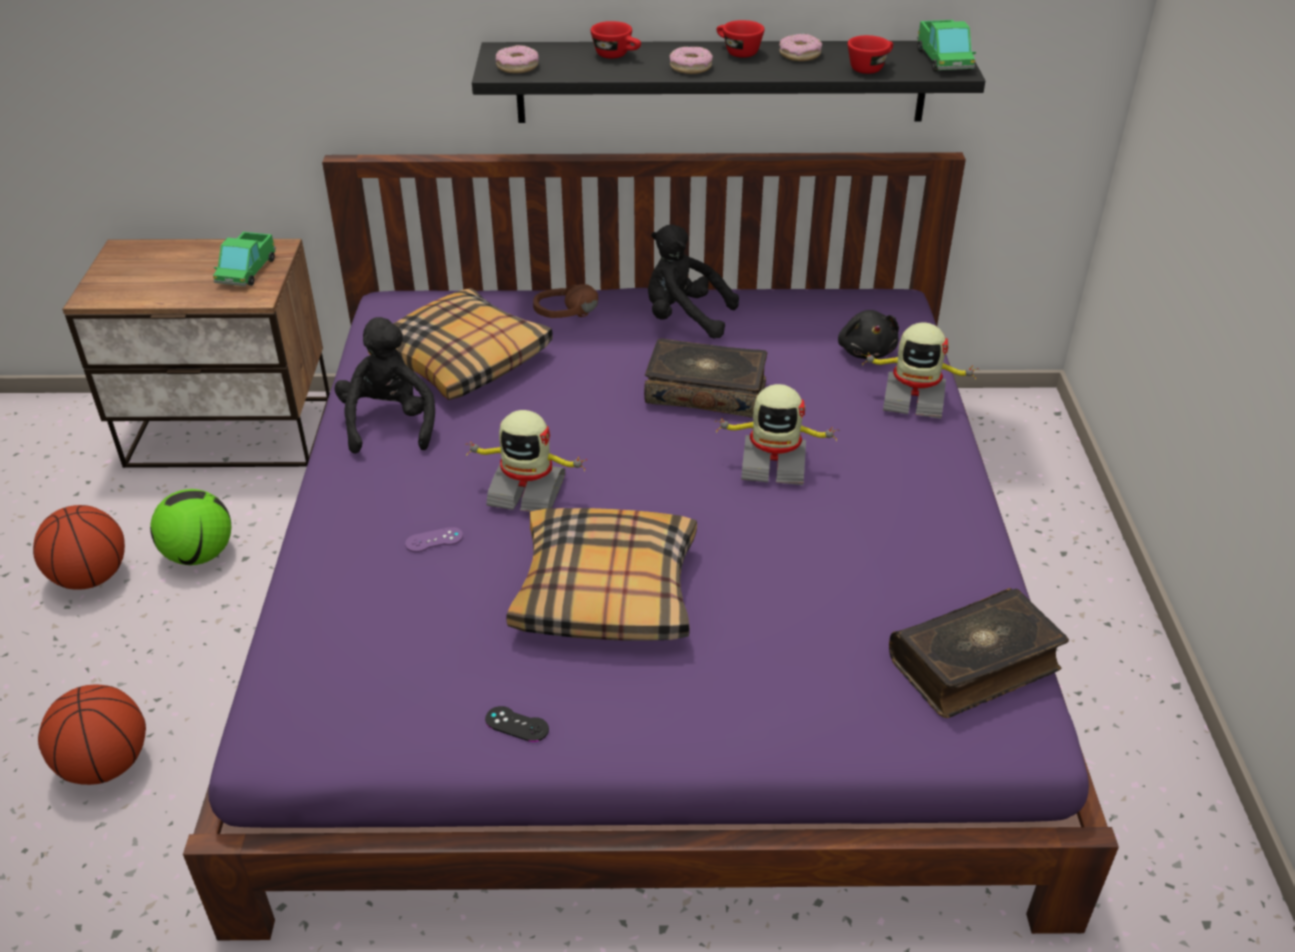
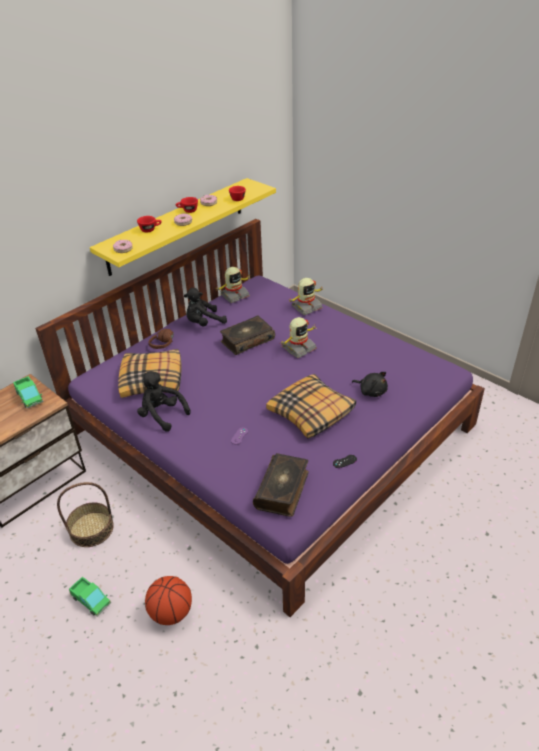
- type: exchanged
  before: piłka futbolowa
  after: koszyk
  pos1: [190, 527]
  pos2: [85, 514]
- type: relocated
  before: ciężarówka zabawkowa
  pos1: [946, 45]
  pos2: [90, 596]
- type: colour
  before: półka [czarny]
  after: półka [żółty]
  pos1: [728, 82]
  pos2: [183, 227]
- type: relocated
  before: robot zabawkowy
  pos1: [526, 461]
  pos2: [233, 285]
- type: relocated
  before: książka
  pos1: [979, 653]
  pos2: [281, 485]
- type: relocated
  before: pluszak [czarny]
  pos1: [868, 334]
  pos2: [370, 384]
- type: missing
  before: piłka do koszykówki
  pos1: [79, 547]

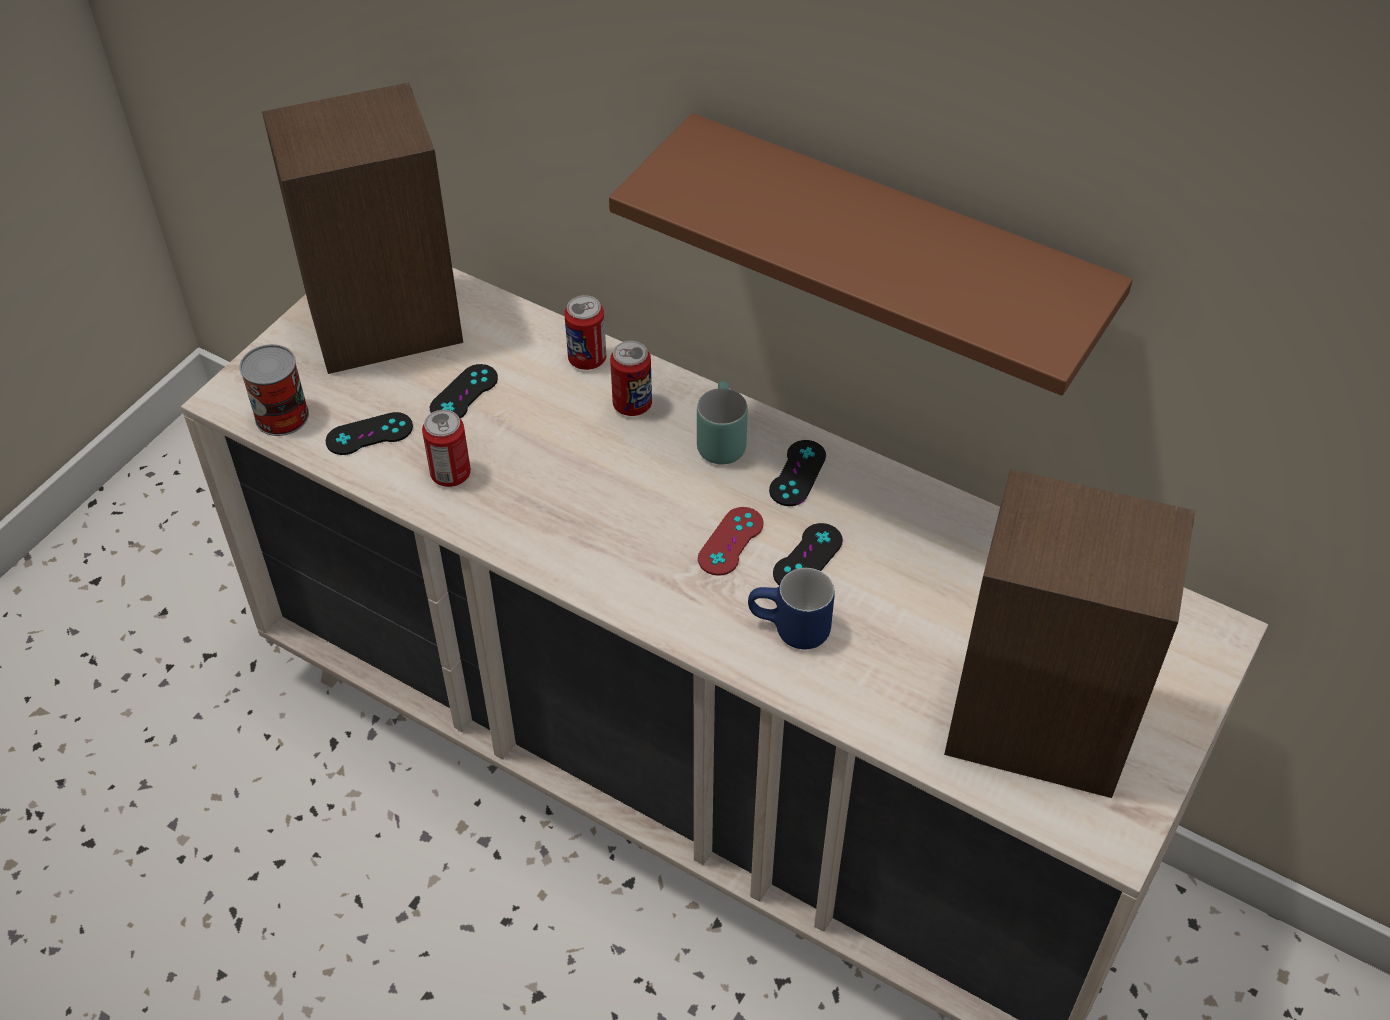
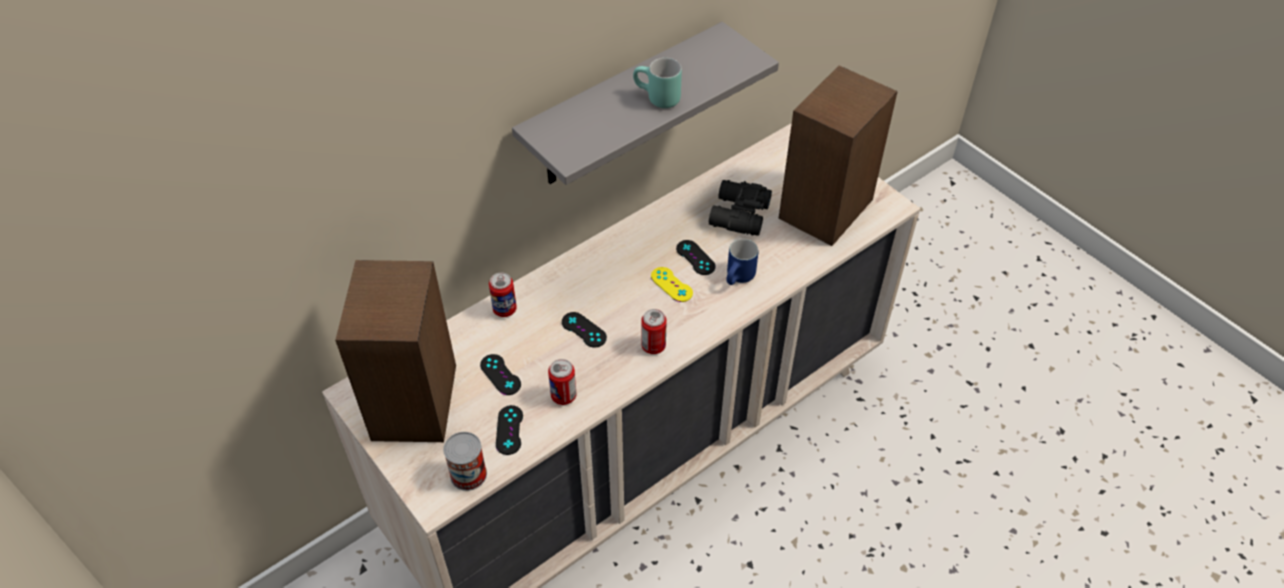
- type: colour
  before: półka [brązowy]
  after: półka [szary]
  pos1: [871, 254]
  pos2: [645, 103]
- type: relocated
  before: pad do gier [czarny]
  pos1: [797, 473]
  pos2: [584, 330]
- type: relocated
  before: kubek [turkusowy]
  pos1: [722, 423]
  pos2: [657, 83]
- type: relocated
  before: puszka
  pos1: [631, 378]
  pos2: [654, 331]
- type: colour
  before: pad do gier [czerwony]
  after: pad do gier [żółty]
  pos1: [731, 541]
  pos2: [672, 284]
- type: appeared
  after: lornetka [czarny]
  pos2: [740, 208]

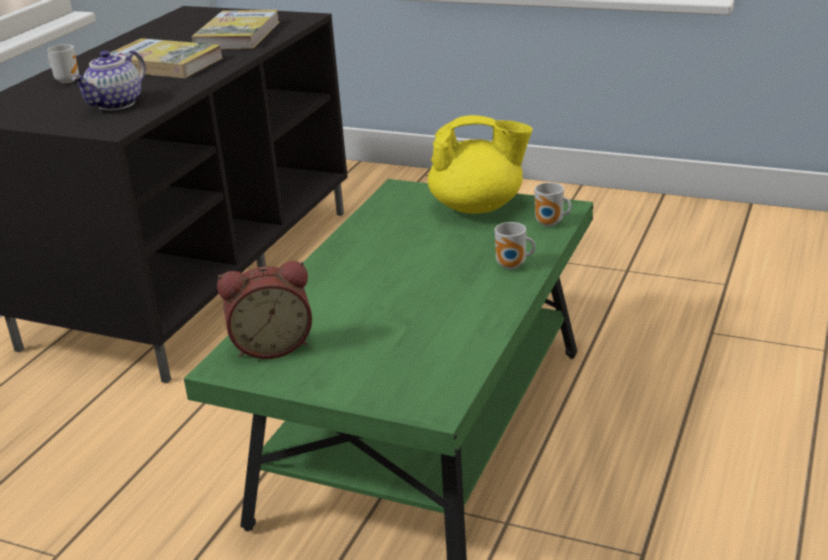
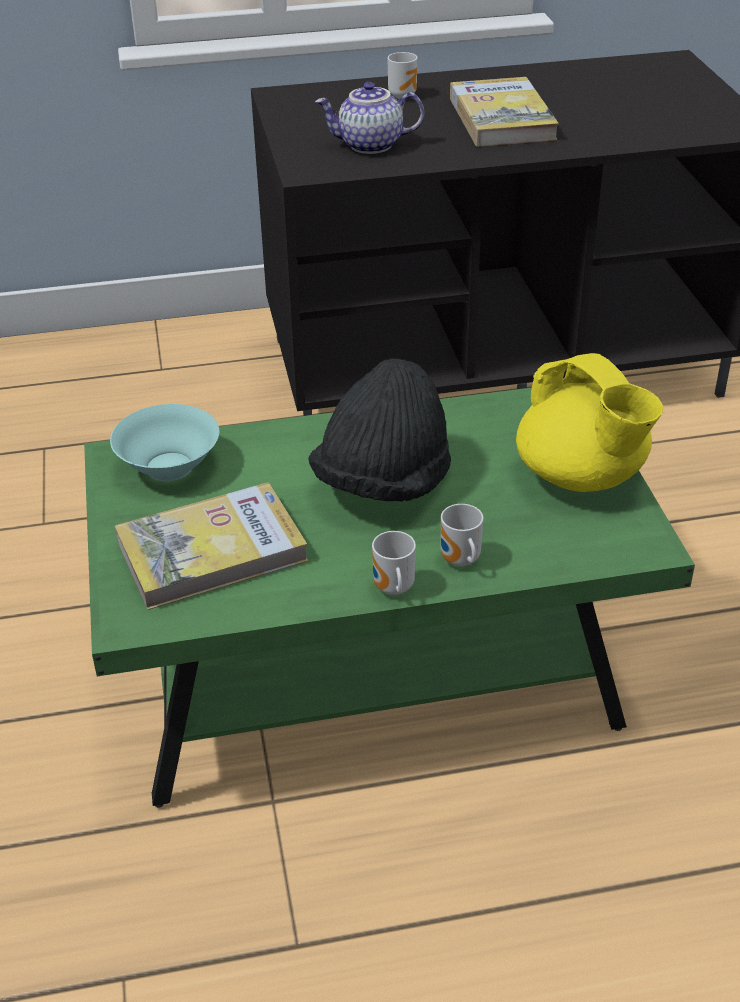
- type: exchanged
  before: budzik
  after: miska [turkusowy]
  pos1: [264, 310]
  pos2: [164, 442]
- type: relocated
  before: książka
  pos1: [236, 29]
  pos2: [211, 546]
- type: appeared
  after: kapelusz [czarny]
  pos2: [379, 429]
- type: relocated
  before: kubek
  pos1: [553, 205]
  pos2: [394, 563]

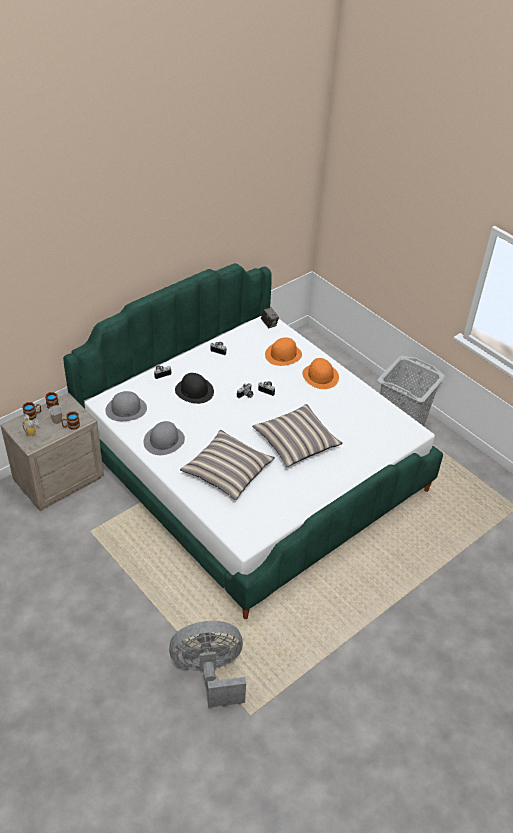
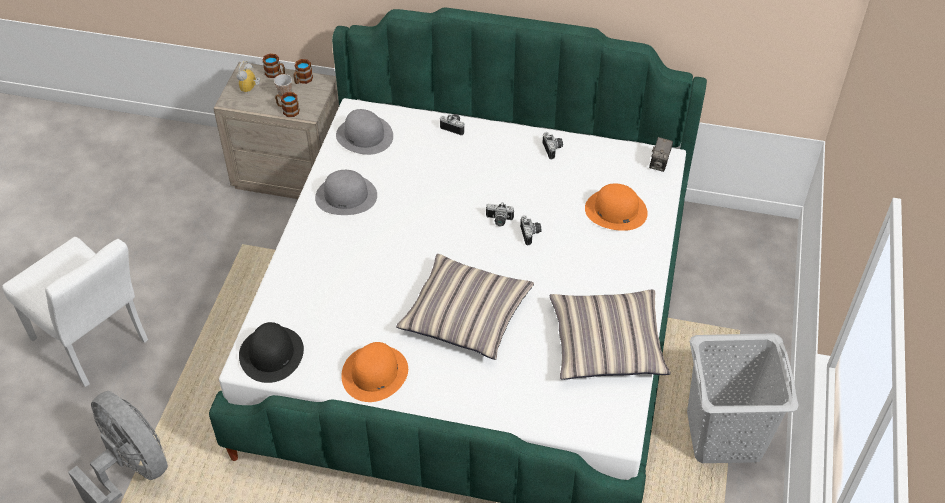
- type: appeared
  after: krzesło [biały]
  pos2: [75, 312]
- type: relocated
  before: kapelusz [czarny]
  pos1: [194, 388]
  pos2: [271, 352]
- type: relocated
  before: kapelusz [pomarańczowy]
  pos1: [320, 373]
  pos2: [374, 372]
- type: relocated
  before: poduszka
  pos1: [227, 465]
  pos2: [610, 335]

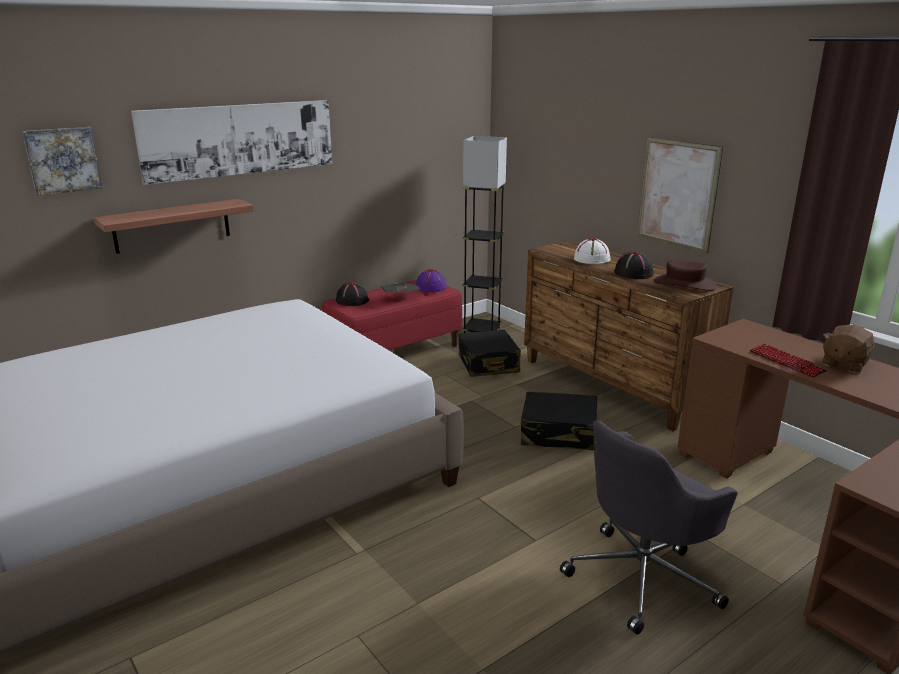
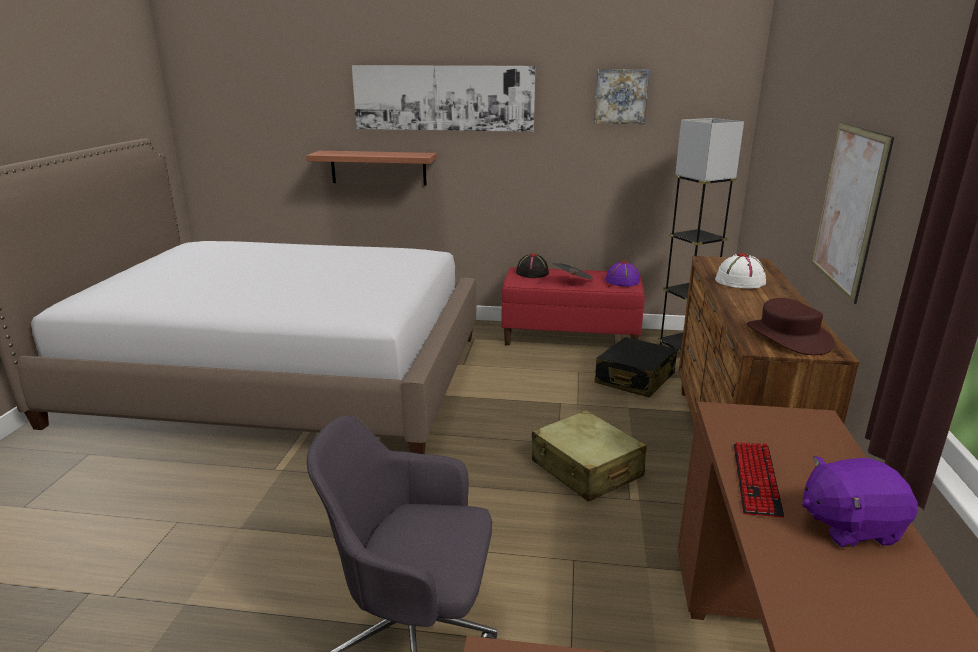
- type: colour
  before: walizka [czarny]
  after: walizka [beżowy]
  pos1: [560, 421]
  pos2: [589, 456]
- type: relocated
  before: obraz
  pos1: [62, 161]
  pos2: [622, 96]
- type: colour
  before: pluszak [brązowy]
  after: pluszak [fioletowy]
  pos1: [848, 349]
  pos2: [860, 502]
- type: missing
  before: kapelusz [czarny]
  pos1: [634, 265]

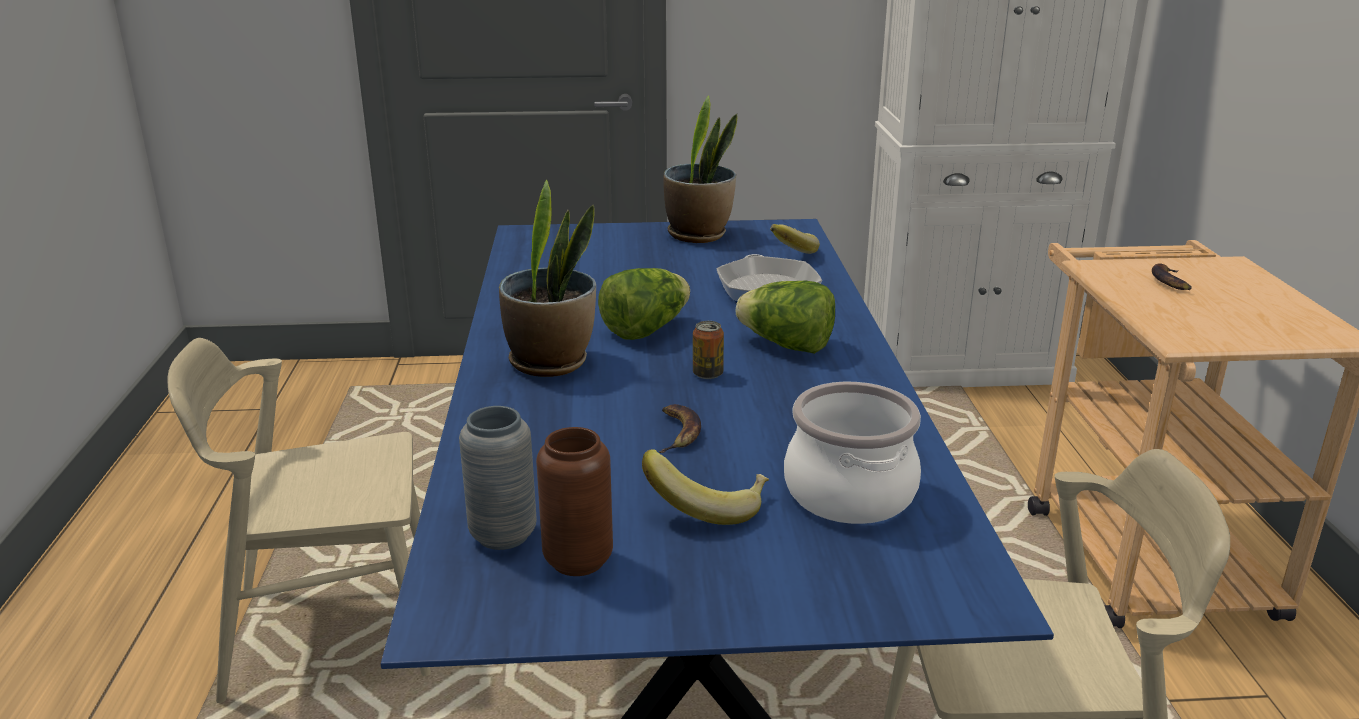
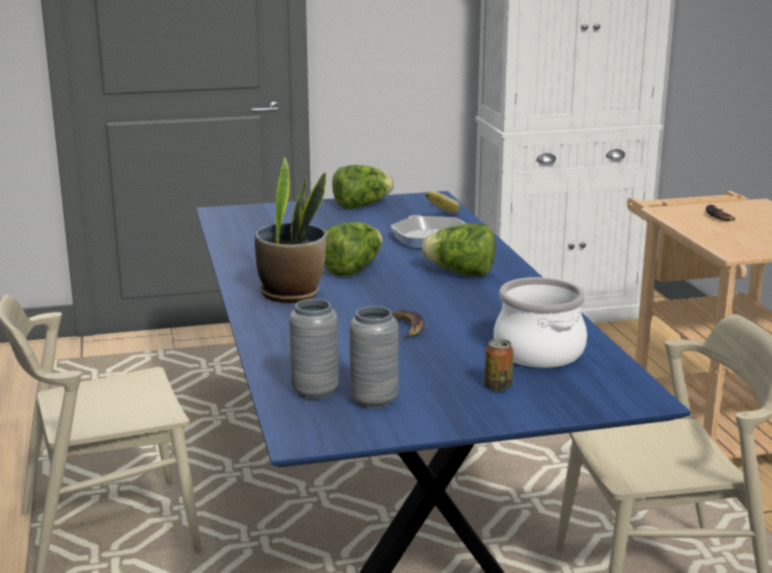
- type: exchanged
  before: roślina doniczkowa
  after: sałata
  pos1: [700, 169]
  pos2: [363, 187]
- type: colour
  before: wazon [brązowy]
  after: wazon [szary]
  pos1: [574, 501]
  pos2: [373, 357]
- type: relocated
  before: puszka
  pos1: [708, 350]
  pos2: [499, 365]
- type: missing
  before: banan
  pos1: [705, 487]

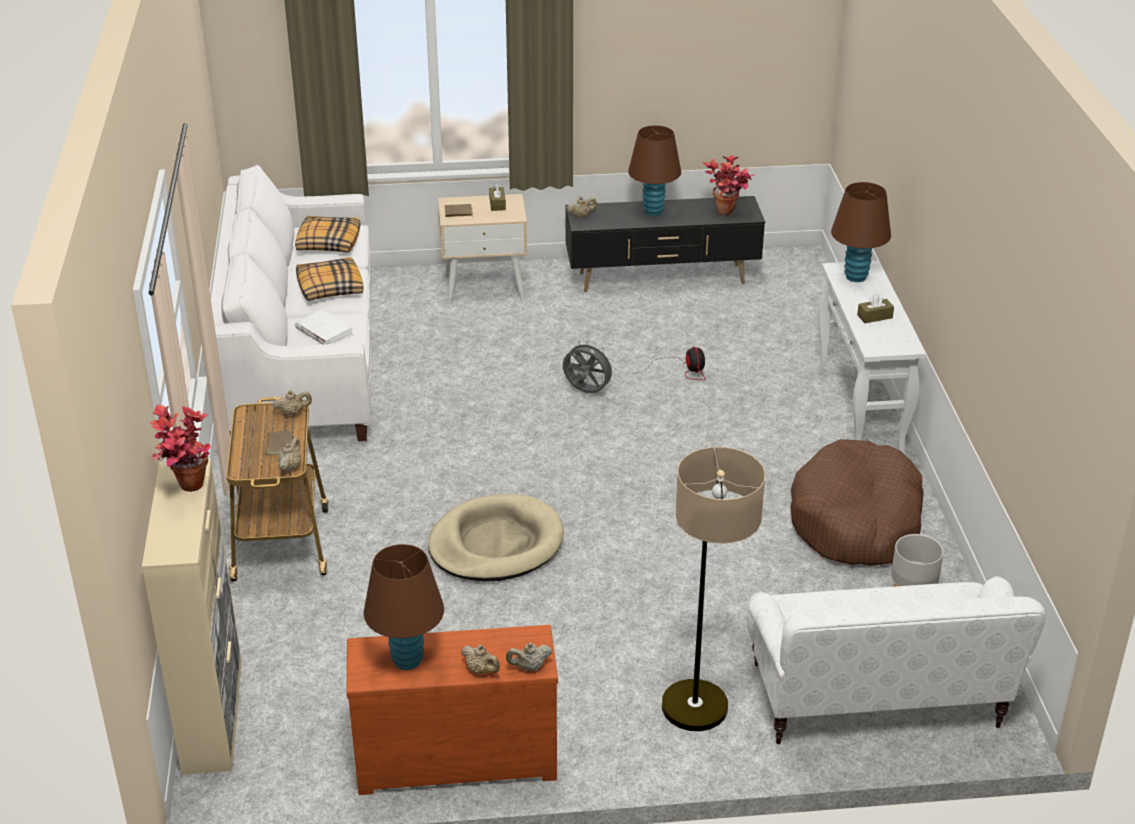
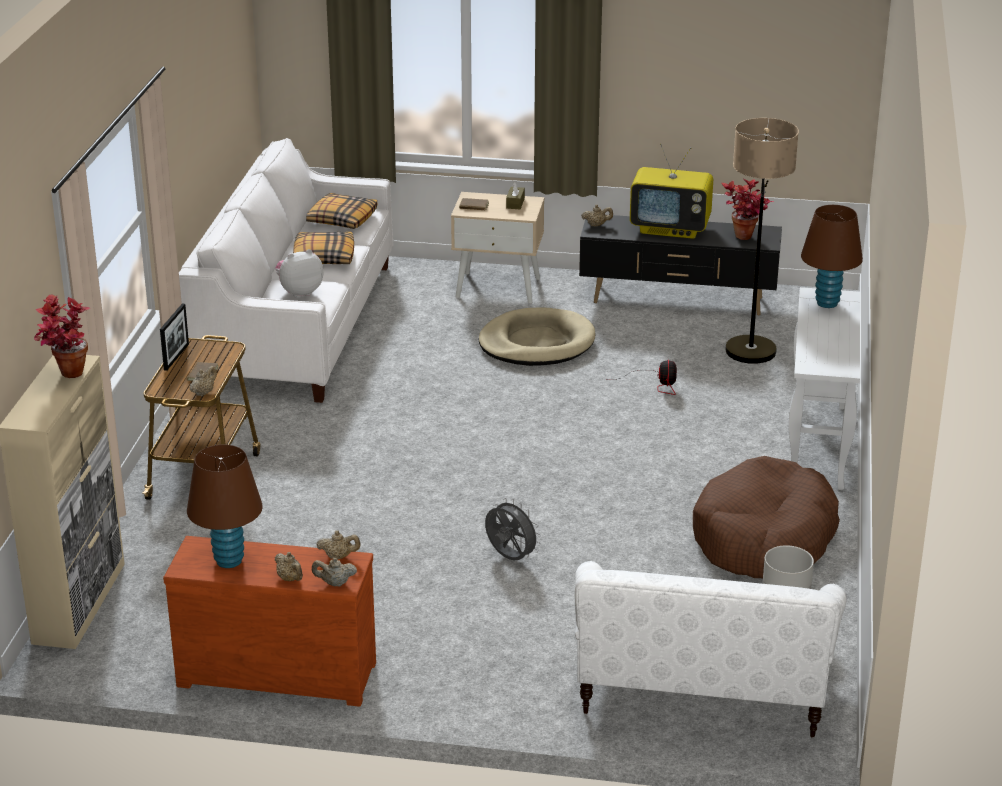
- type: appeared
  after: ramka na zdjęcie
  pos2: [174, 337]
- type: exchanged
  before: książka [biały]
  after: pluszak
  pos1: [324, 327]
  pos2: [299, 273]
- type: relocated
  before: imbryk [beżowy]
  pos1: [292, 403]
  pos2: [338, 545]
- type: relocated
  before: legowisko [beżowy]
  pos1: [496, 538]
  pos2: [536, 337]
- type: relocated
  before: wentylator [szary]
  pos1: [589, 367]
  pos2: [513, 529]
- type: exchanged
  before: lampa stołowa [brązowy]
  after: telewizor
  pos1: [654, 170]
  pos2: [671, 191]
- type: relocated
  before: lampa stojąca
  pos1: [714, 589]
  pos2: [762, 241]
- type: missing
  before: pudełko chusteczek [brązowy]
  pos1: [875, 308]

